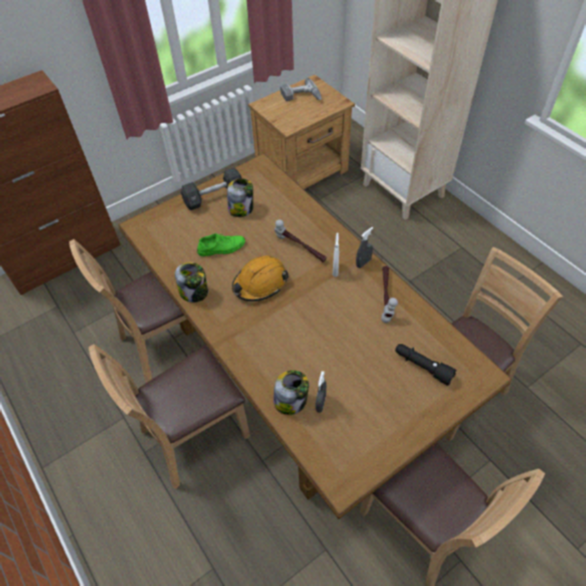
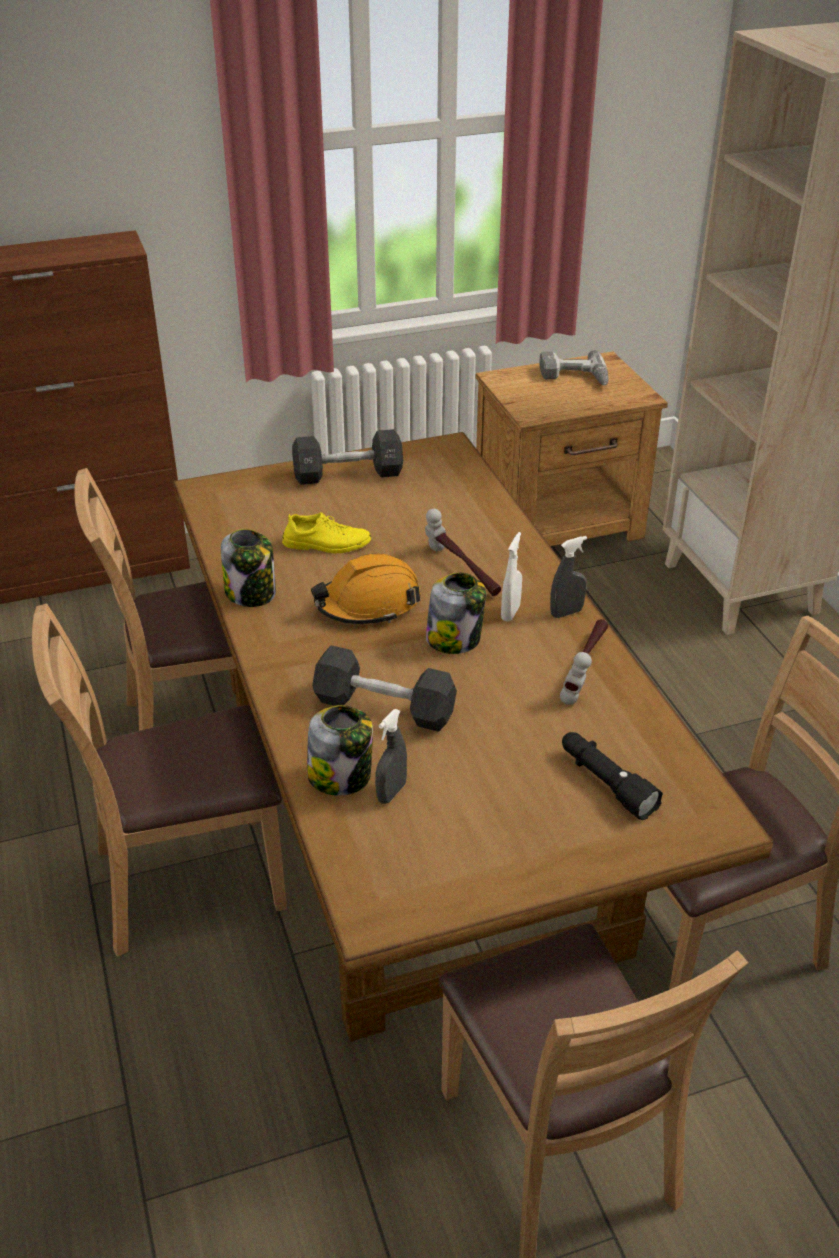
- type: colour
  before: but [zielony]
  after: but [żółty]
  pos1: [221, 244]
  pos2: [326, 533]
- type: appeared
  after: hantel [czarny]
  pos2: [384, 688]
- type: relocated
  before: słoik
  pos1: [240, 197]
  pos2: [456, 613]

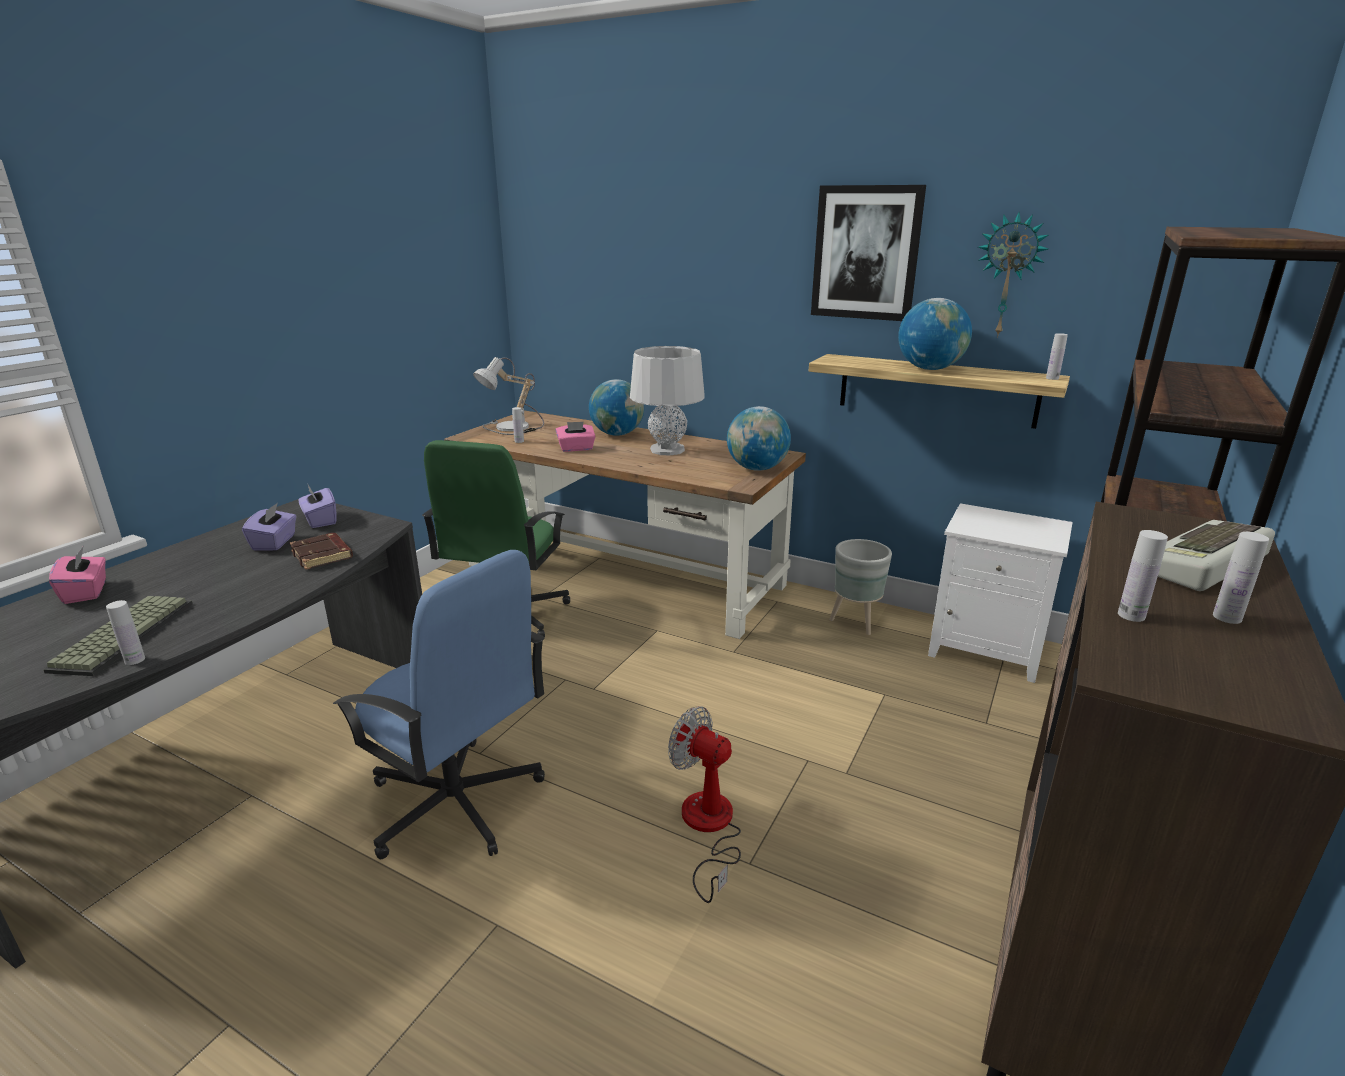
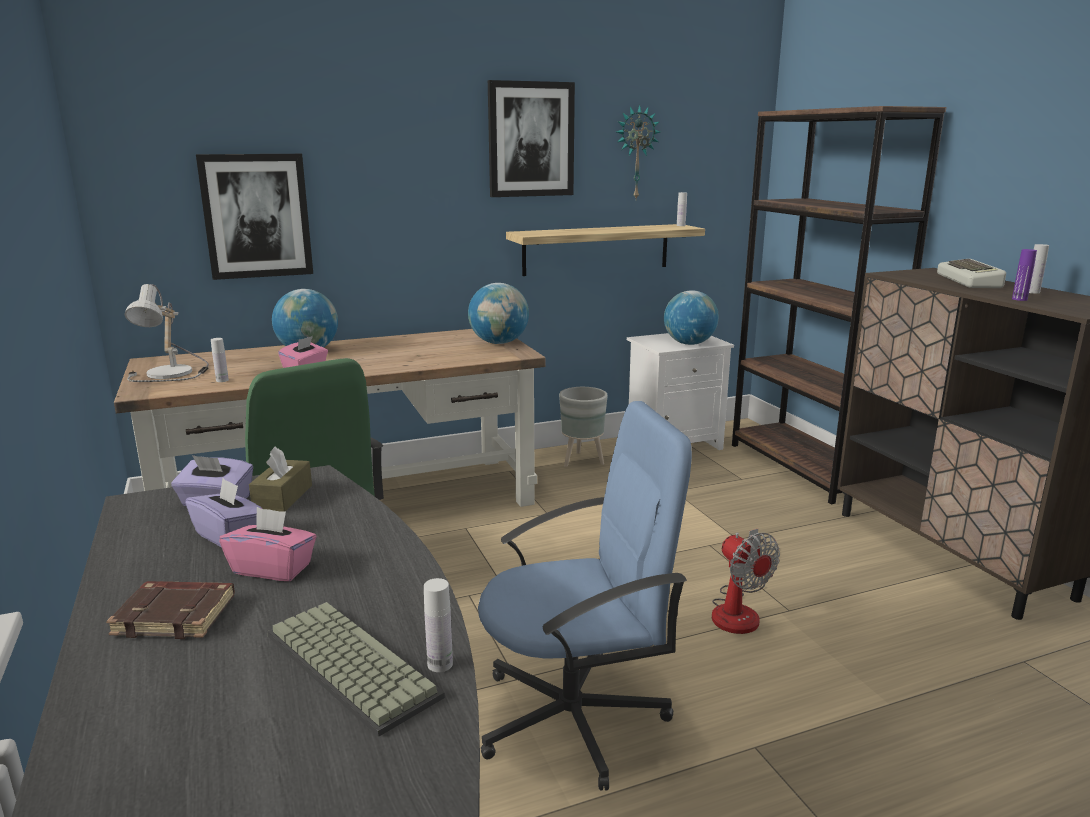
- type: relocated
  before: książka [brązowy]
  pos1: [321, 551]
  pos2: [170, 610]
- type: appeared
  after: obraz
  pos2: [254, 217]
- type: relocated
  before: pudełko chusteczek [różowy]
  pos1: [77, 575]
  pos2: [267, 544]
- type: appeared
  after: pudełko chusteczek [brązowy]
  pos2: [280, 478]
- type: relocated
  before: globus
  pos1: [935, 334]
  pos2: [691, 317]
- type: spun
  before: wentylator
  pos1: [704, 804]
  pos2: [746, 581]
  turn: -105
- type: colour
  before: butelka [biały]
  after: butelka [fioletowy]
  pos1: [1143, 576]
  pos2: [1024, 275]
- type: missing
  before: lampa stołowa [szary]
  pos1: [667, 401]

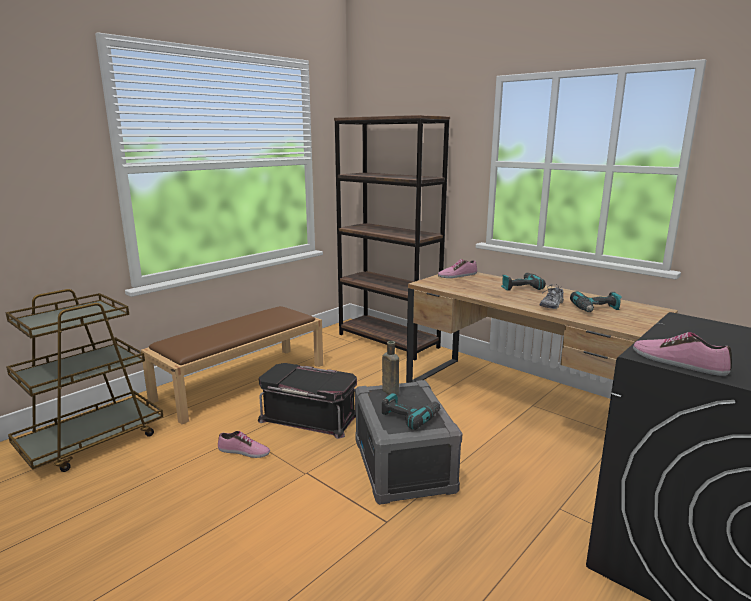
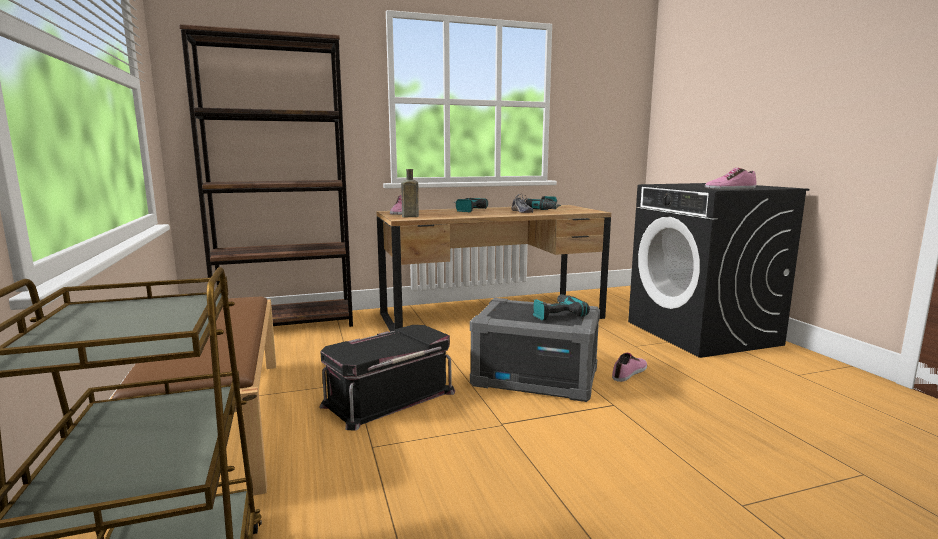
- type: relocated
  before: butelka [brązowy]
  pos1: [390, 368]
  pos2: [410, 193]
- type: relocated
  before: but
  pos1: [244, 444]
  pos2: [629, 367]

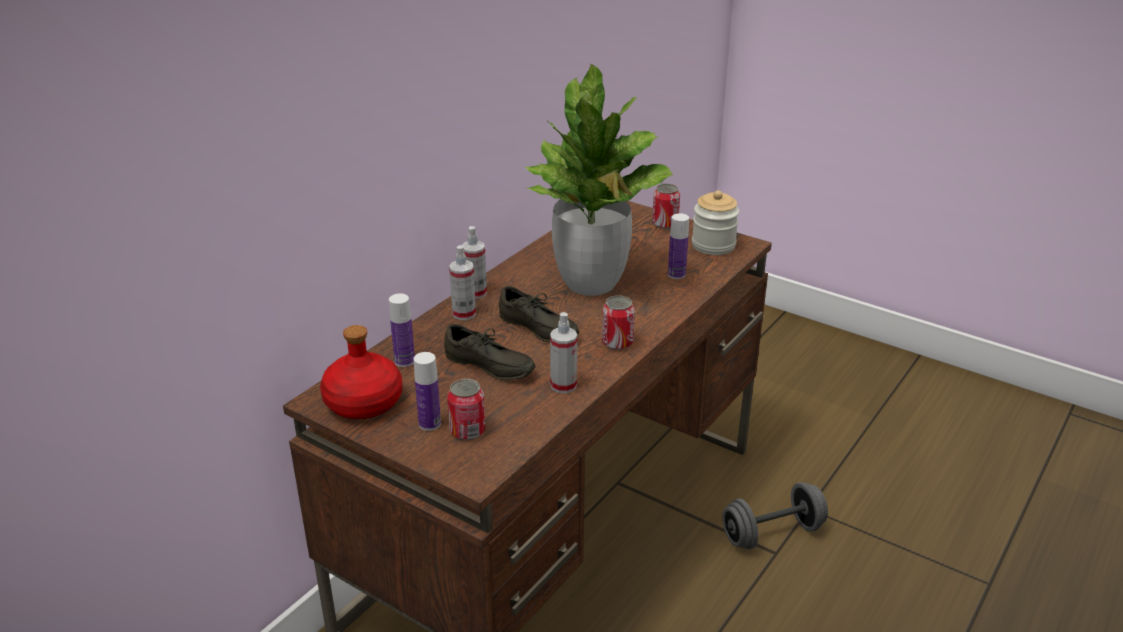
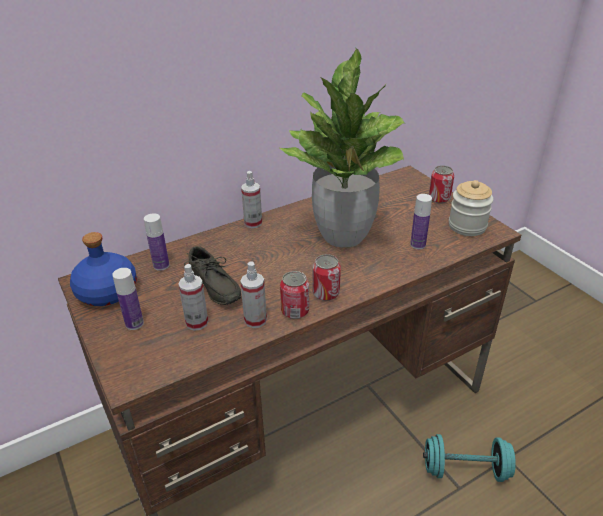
- type: colour
  before: butelka [czerwony]
  after: butelka [niebieski]
  pos1: [361, 372]
  pos2: [103, 269]
- type: relocated
  before: spryskiwacz
  pos1: [462, 282]
  pos2: [193, 297]
- type: relocated
  before: puszka
  pos1: [466, 409]
  pos2: [294, 295]
- type: colour
  before: hantel [szary]
  after: hantel [turkusowy]
  pos1: [775, 515]
  pos2: [469, 458]
- type: missing
  before: but [szary]
  pos1: [539, 314]

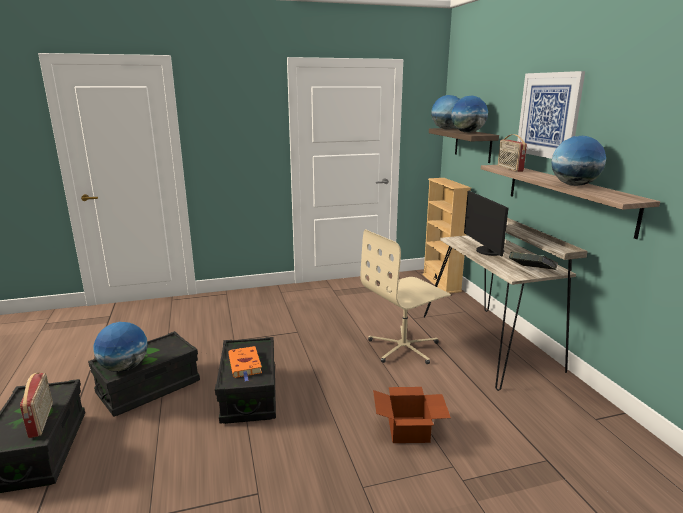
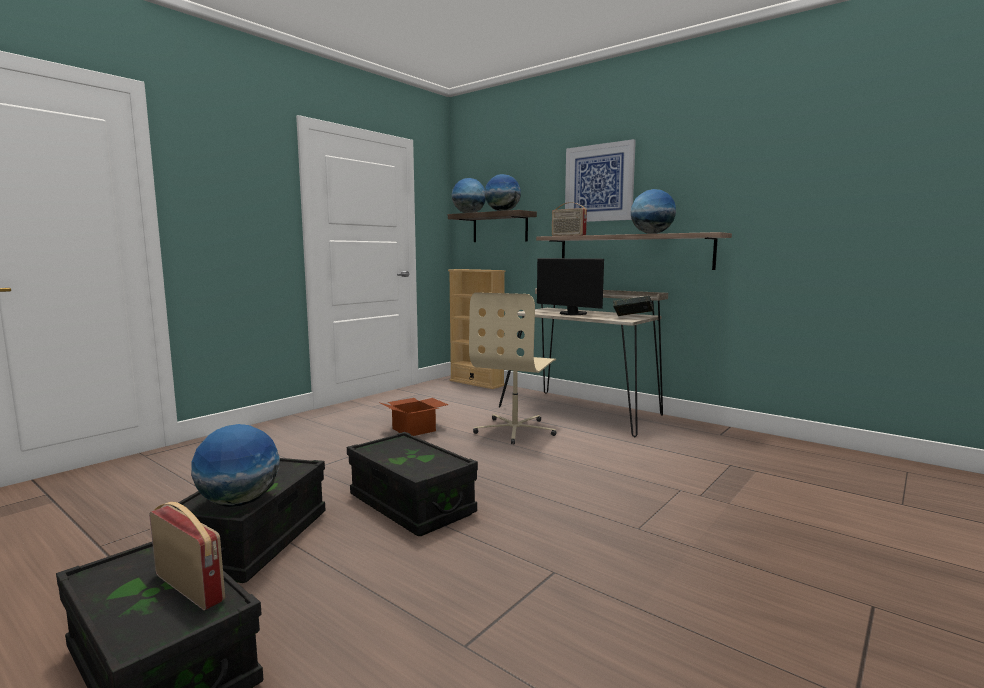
- type: relocated
  before: karton
  pos1: [412, 415]
  pos2: [413, 417]
- type: missing
  before: książka [pomarańczowy]
  pos1: [245, 363]

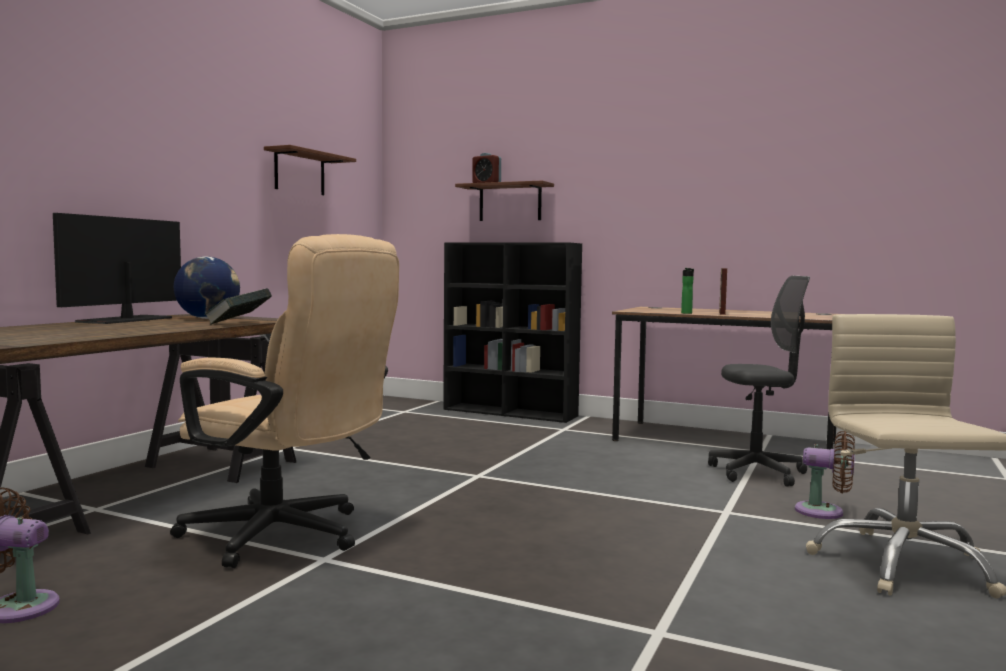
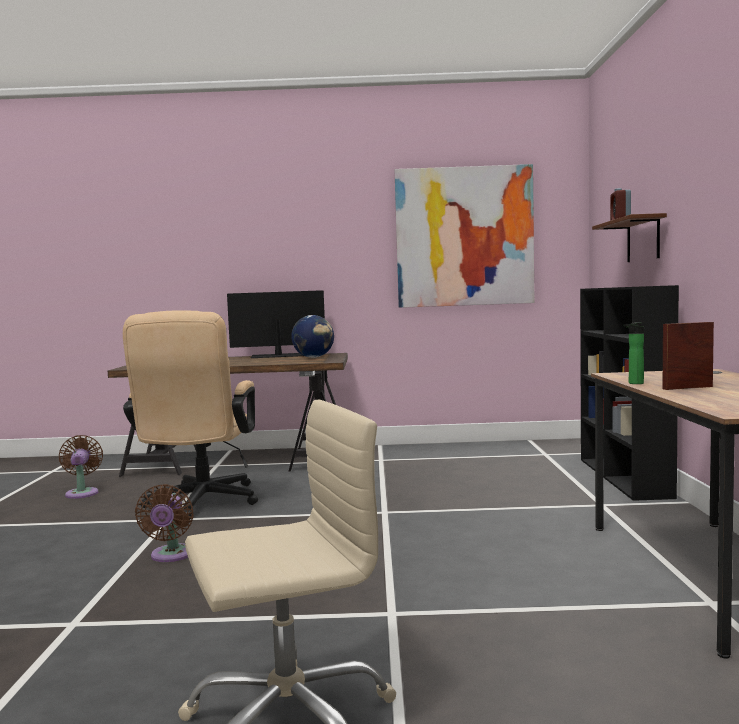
- type: relocated
  before: wentylator [brązowy]
  pos1: [825, 475]
  pos2: [164, 523]
- type: exchanged
  before: półka [brązowy]
  after: obraz
  pos1: [310, 170]
  pos2: [465, 236]
- type: missing
  before: książka
  pos1: [238, 306]
- type: missing
  before: krzesło biurowe [szary]
  pos1: [759, 381]

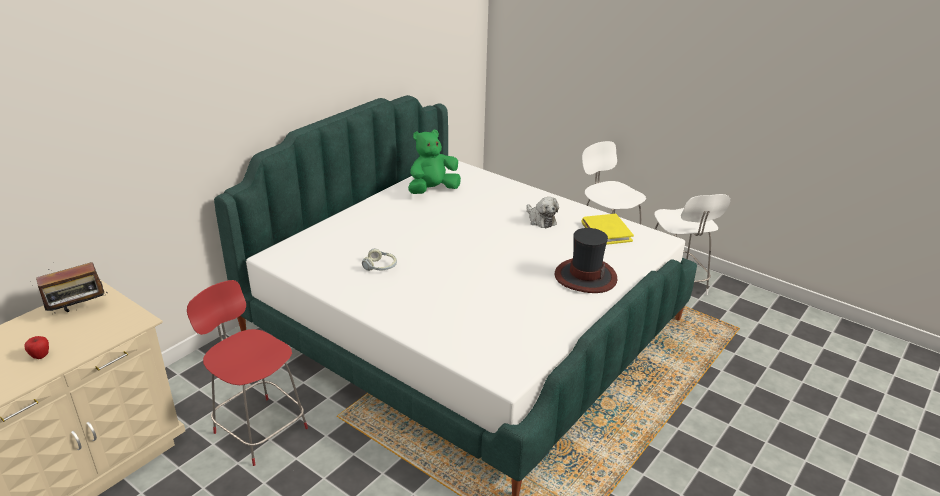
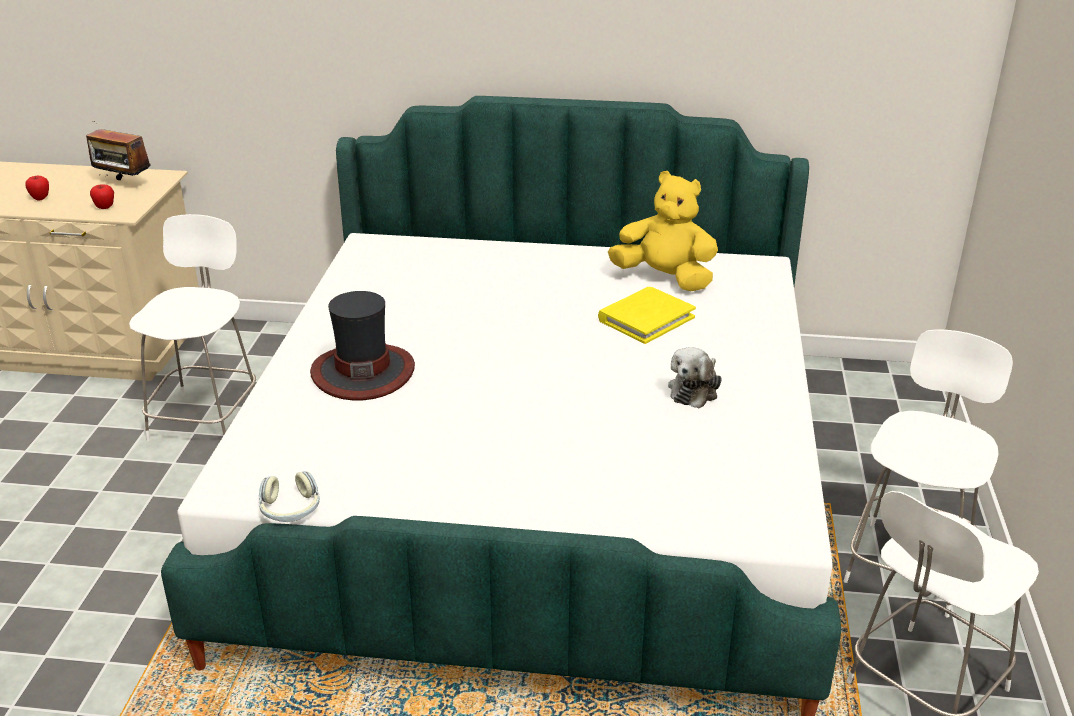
- type: appeared
  after: jabłko
  pos2: [102, 197]
- type: colour
  before: krzesło [czerwony]
  after: krzesło [biały]
  pos1: [247, 373]
  pos2: [192, 327]
- type: relocated
  before: słuchawki
  pos1: [379, 260]
  pos2: [289, 496]
- type: relocated
  before: kapelusz
  pos1: [586, 260]
  pos2: [362, 345]
- type: relocated
  before: książka [żółty]
  pos1: [607, 229]
  pos2: [647, 315]
- type: colour
  before: pluszak [zielony]
  after: pluszak [żółty]
  pos1: [434, 162]
  pos2: [663, 231]

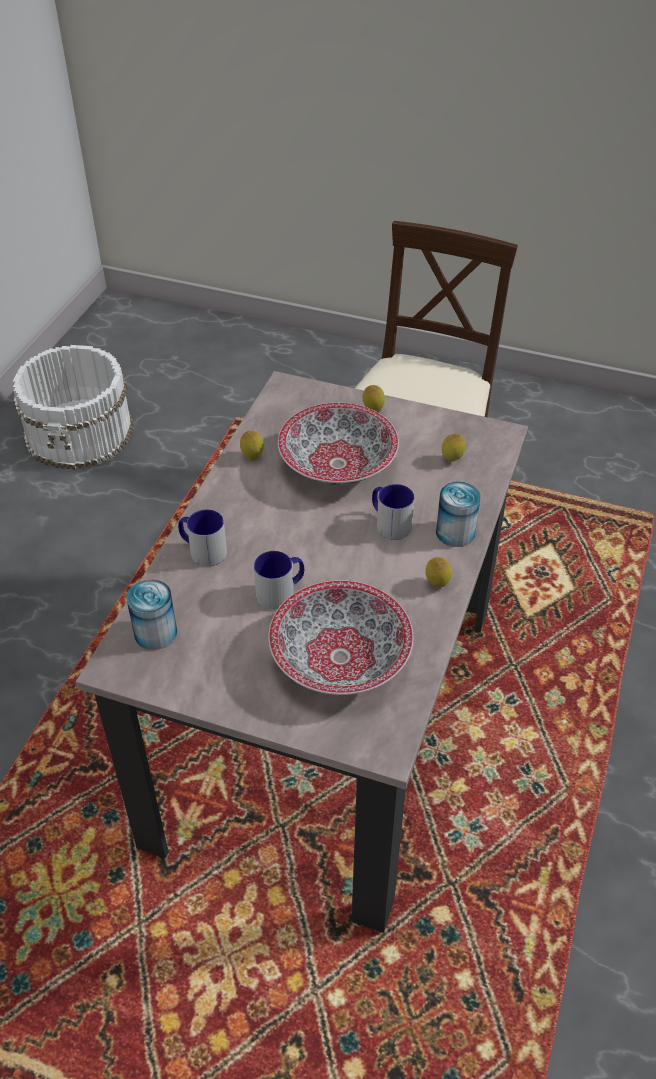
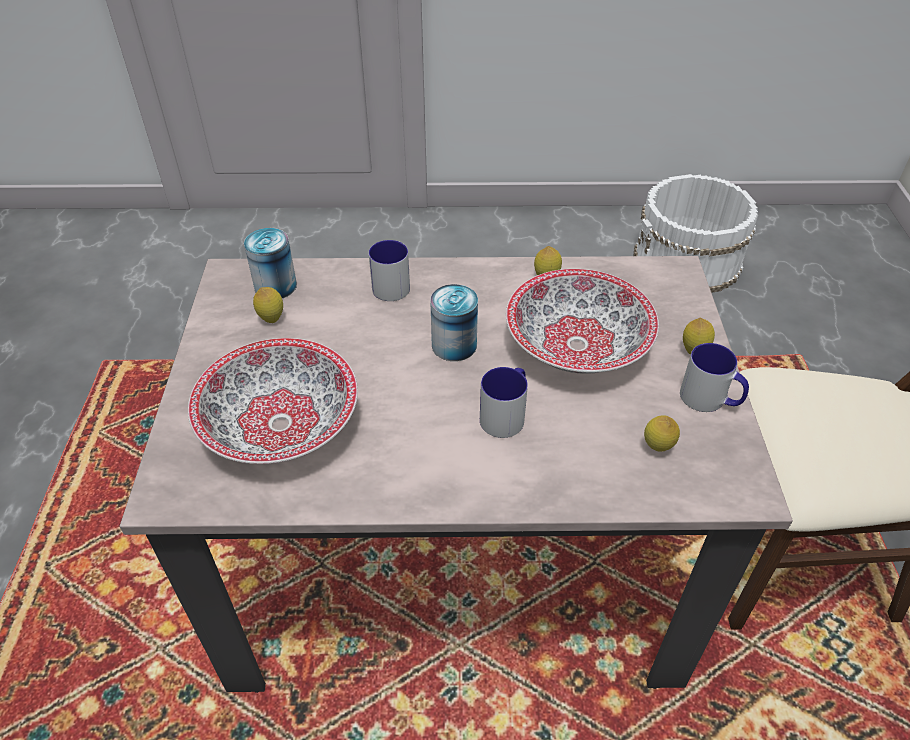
- type: relocated
  before: cytryna
  pos1: [438, 572]
  pos2: [268, 305]
- type: relocated
  before: puszka
  pos1: [458, 514]
  pos2: [454, 322]
- type: relocated
  before: kubek
  pos1: [279, 580]
  pos2: [714, 377]

